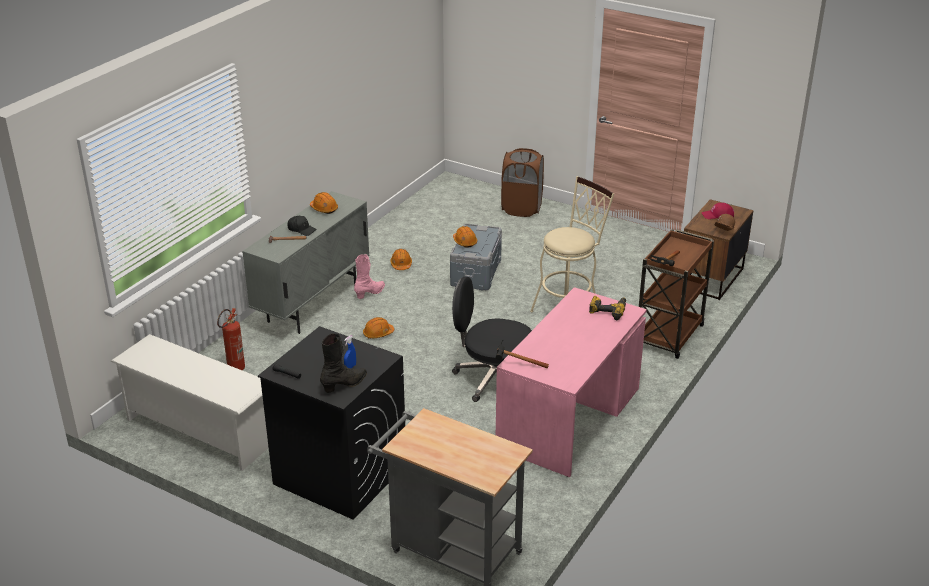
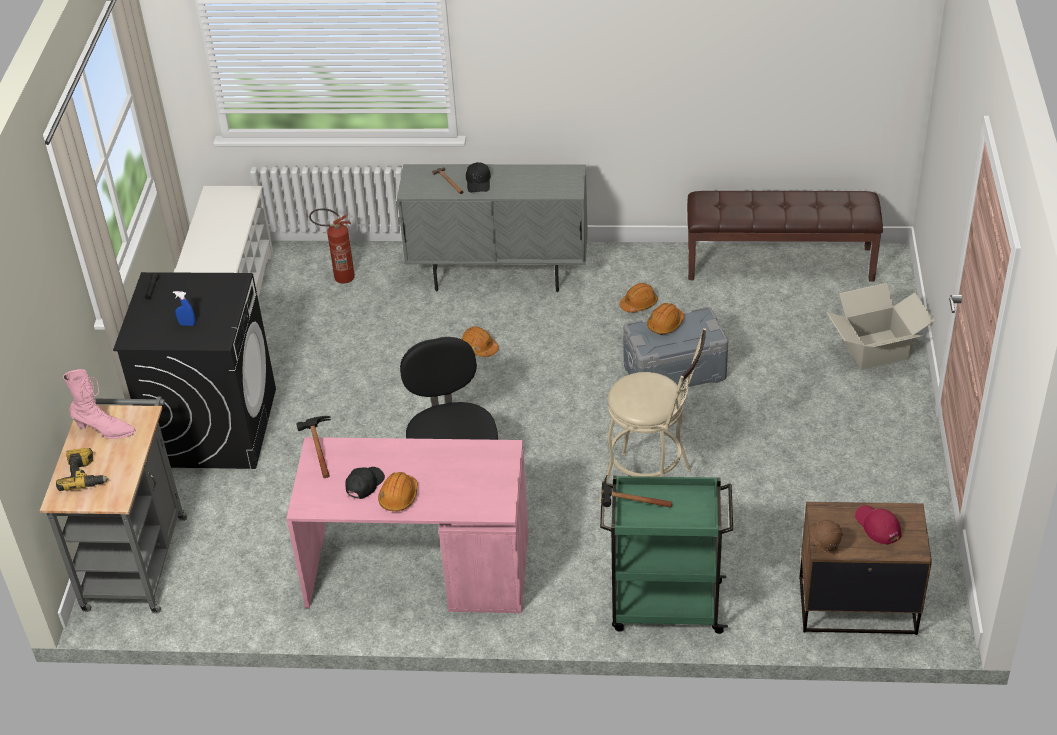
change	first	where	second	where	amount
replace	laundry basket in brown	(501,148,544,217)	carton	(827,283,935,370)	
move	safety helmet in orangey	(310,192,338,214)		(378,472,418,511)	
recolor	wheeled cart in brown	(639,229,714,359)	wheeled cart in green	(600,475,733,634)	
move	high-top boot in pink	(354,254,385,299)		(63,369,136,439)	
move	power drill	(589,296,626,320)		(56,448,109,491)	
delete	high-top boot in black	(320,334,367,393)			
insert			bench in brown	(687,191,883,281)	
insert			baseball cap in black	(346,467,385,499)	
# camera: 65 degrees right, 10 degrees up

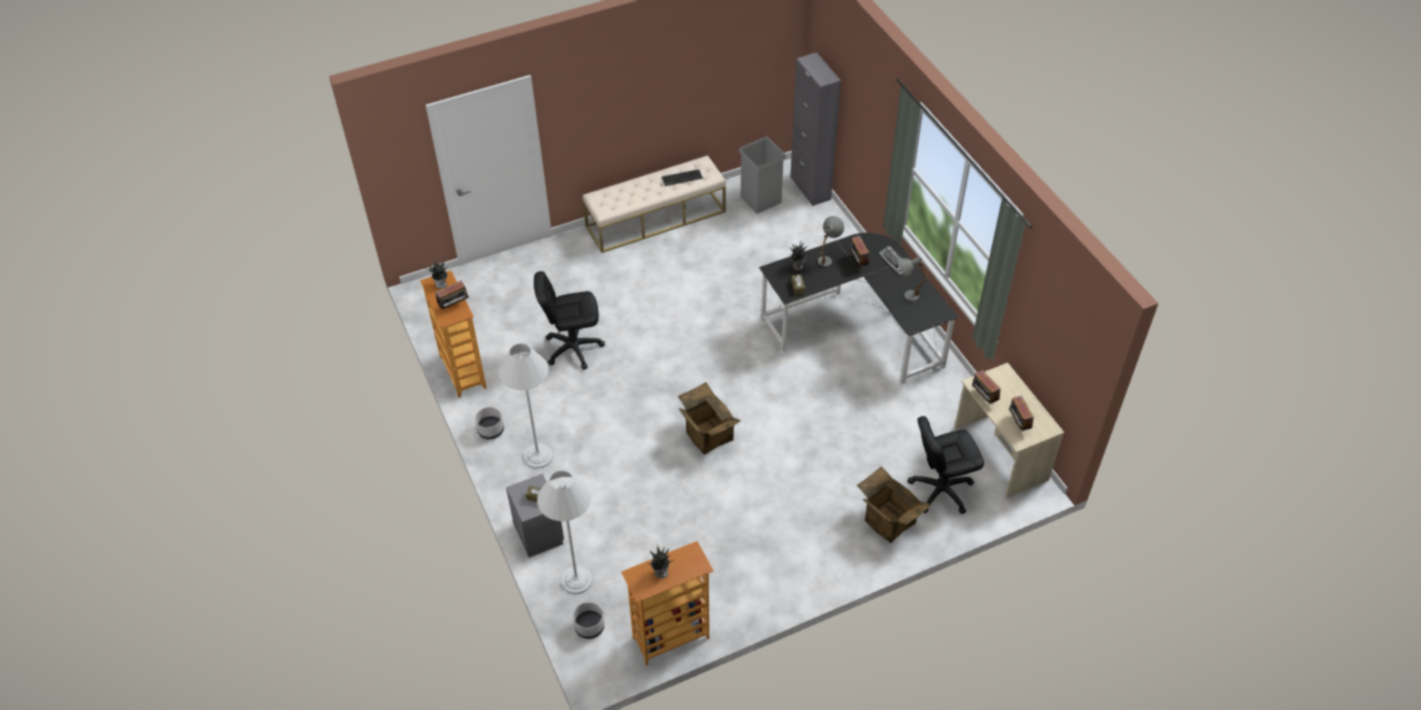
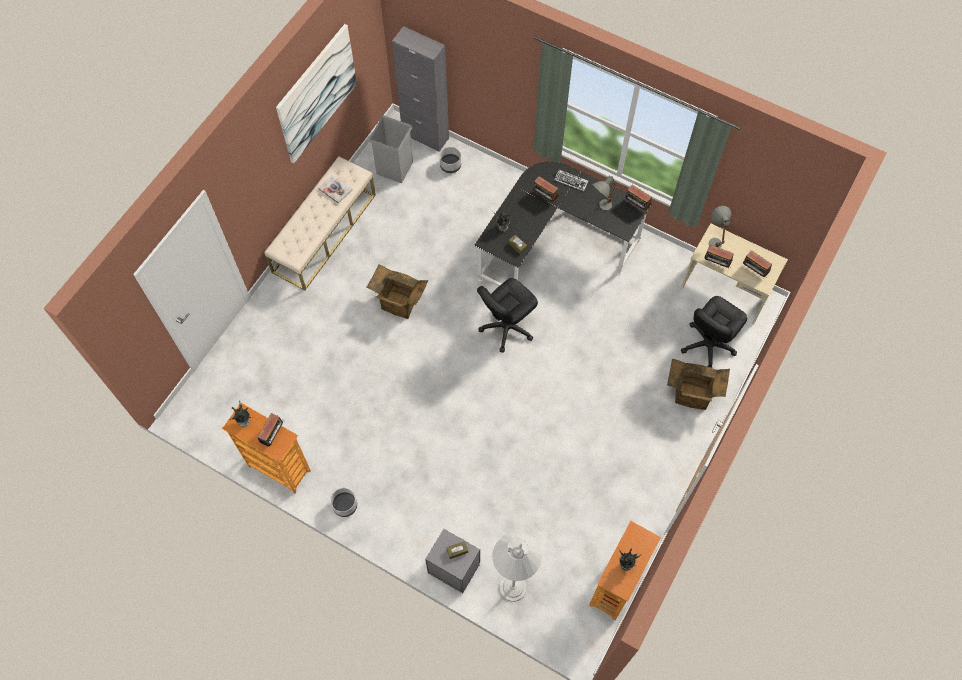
change	first	where	second	where	amount
replace	keyboard	(662,169,703,186)	bound book	(318,174,352,204)	
move	table lamp in greyish	(818,216,844,267)		(709,206,731,248)	
move	computer chair in black	(534,271,605,370)		(477,278,538,353)	
delete	floor lamp in white-coloured	(499,344,553,469)			
move	carton	(678,382,741,455)		(366,264,428,319)	
move	plant pot in greyish	(573,602,604,639)		(440,147,461,173)	
insert			picture	(276,24,357,163)	
insert			radio	(625,185,652,212)	
# camera: 35 degrees left, 15 degrees up

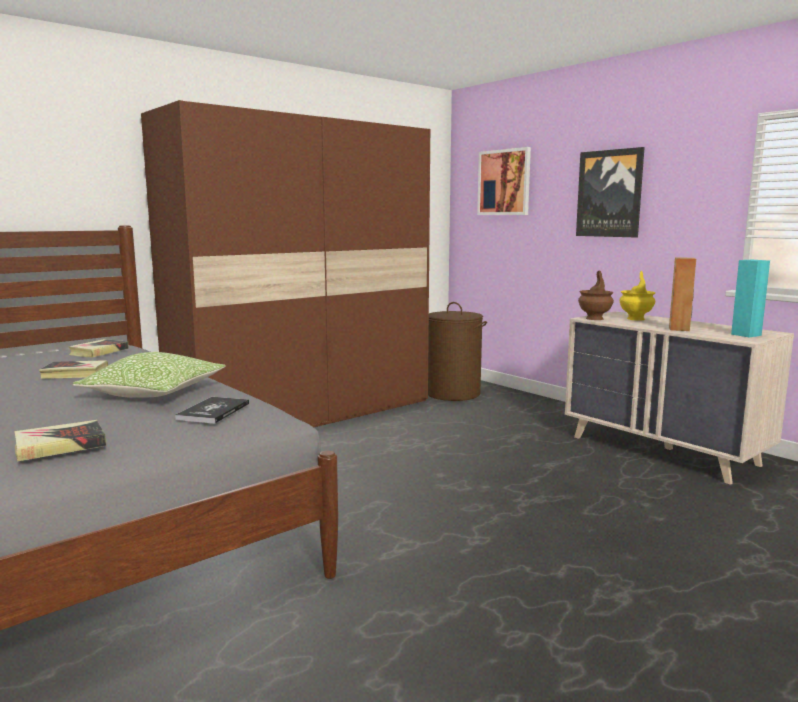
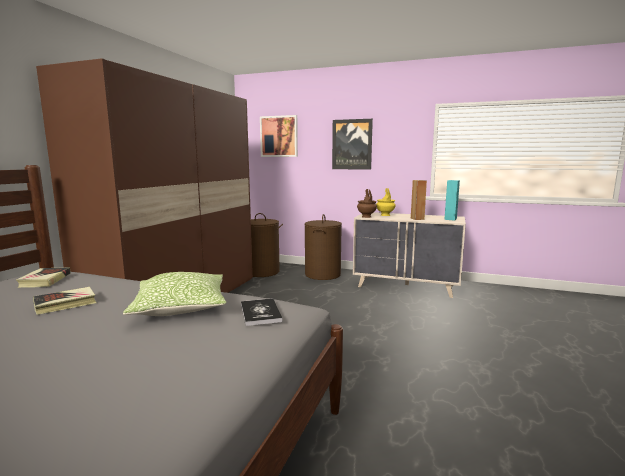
change	first	where	second	where	amount
delete	bound book	(14,420,107,462)			
insert			laundry basket in brown	(305,214,342,280)	
# camera: 30 degrees left, 0 degrees up

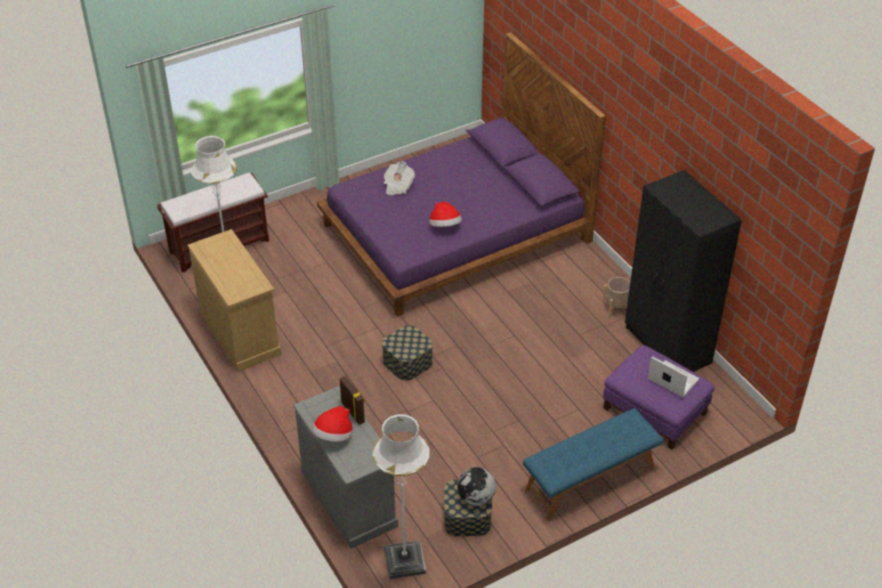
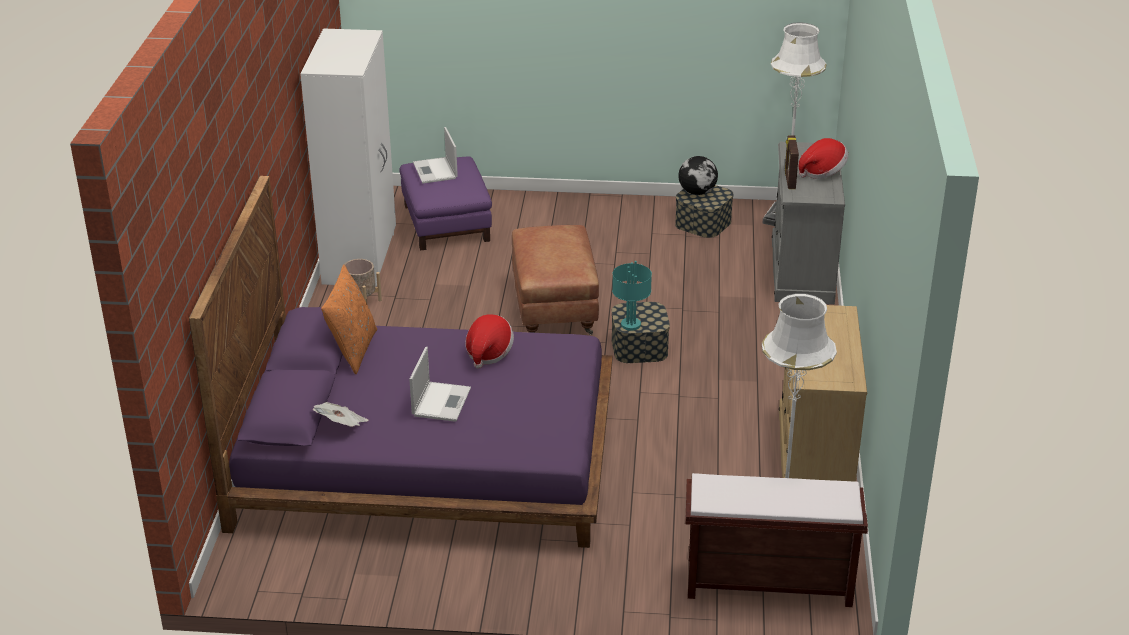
change	first	where	second	where	amount
move	newspaper	(384,161,415,195)		(312,402,369,427)	
recolor	wardrobe in black	(625,170,742,372)	wardrobe in white-coloured	(300,29,396,287)	
delete	bench in blue-coloured	(523,408,664,521)			
insert			footrest in brown	(512,225,599,335)	
insert			table lamp in turquoise	(612,261,652,331)	
insert			throw pillow in orangey	(321,265,377,374)	
insert			laptop	(409,347,471,422)	
# camera: 145 degrees left, 10 degrees down

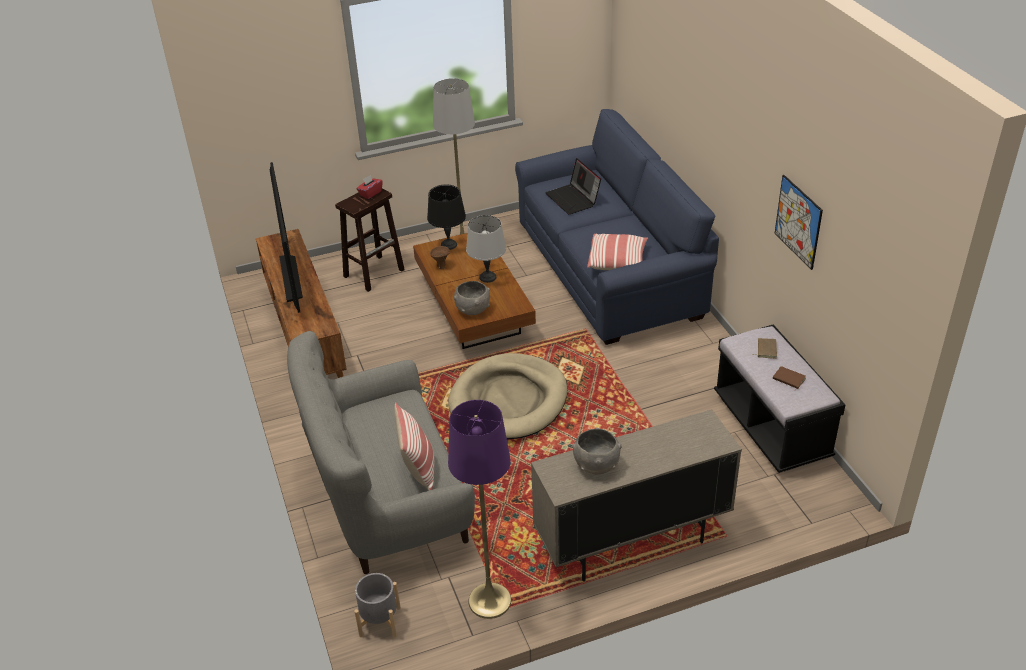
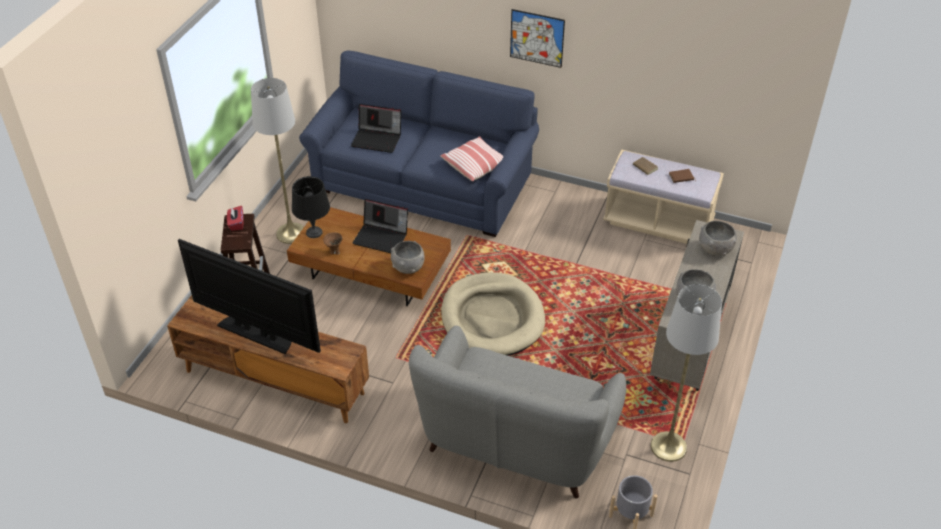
change	first	where	second	where	amount
move	picture	(775,175,823,270)		(510,9,565,68)	
replace	table lamp in greyish	(466,215,506,283)	laptop	(353,199,408,253)	
recolor	bench in black	(714,324,845,473)	bench in beige	(603,149,724,244)	
recolor	floor lamp in purple-coloured	(448,400,511,619)	floor lamp in greyish	(651,284,722,462)	
delete	throw pillow	(394,402,434,491)			
insert			deep dish in greyish	(698,220,737,256)	
# camera: 50 degrees left, 5 degrees up

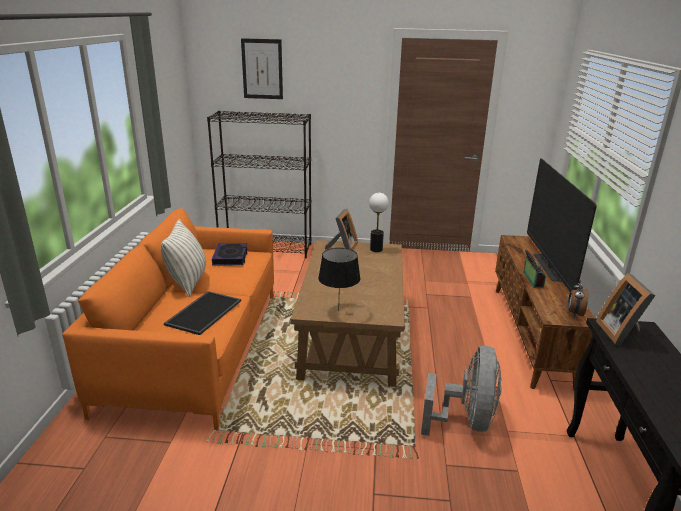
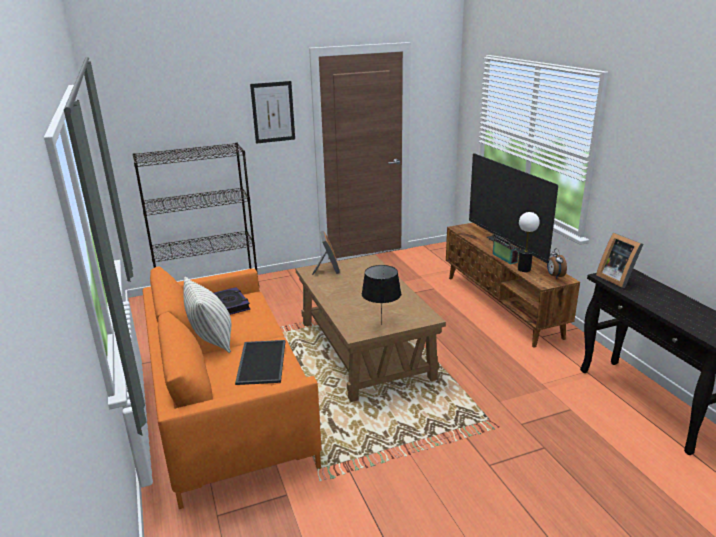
change	first	where	second	where	amount
move	picture	(241,38,283,99)		(250,81,295,144)	
move	table lamp	(369,193,389,252)		(518,212,540,272)	
delete	fan in greyish	(421,346,502,436)			
# camera: 25 degrees left, 0 degrees up

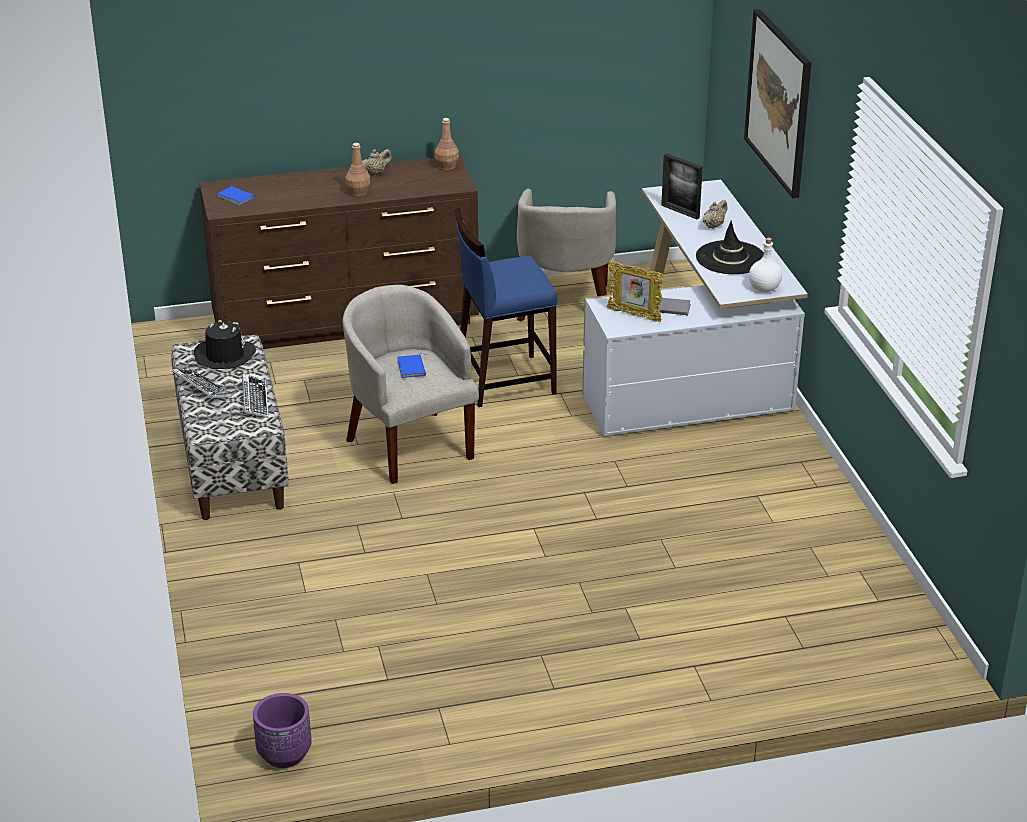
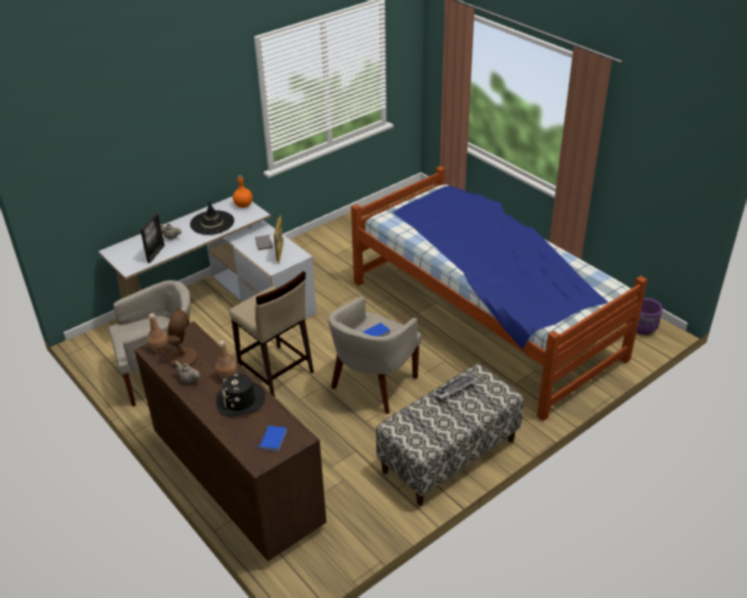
change	first	where	second	where	amount
delete	picture	(744,9,812,198)			
recolor	stool in blue-coloured	(455,208,558,407)	stool in beige	(229,271,314,397)	
recolor	beverage bottle in white-coloured	(749,238,782,292)	beverage bottle in orangey	(233,175,253,208)	
move	clothing hat in black	(194,320,256,369)		(216,374,265,416)	
delete	keyboard	(172,369,232,398)			
insert			bedroom bed	(351,166,647,421)	
insert			table lamp in brown	(167,308,198,367)	
# camera: 115 degrees left, 5 degrees up

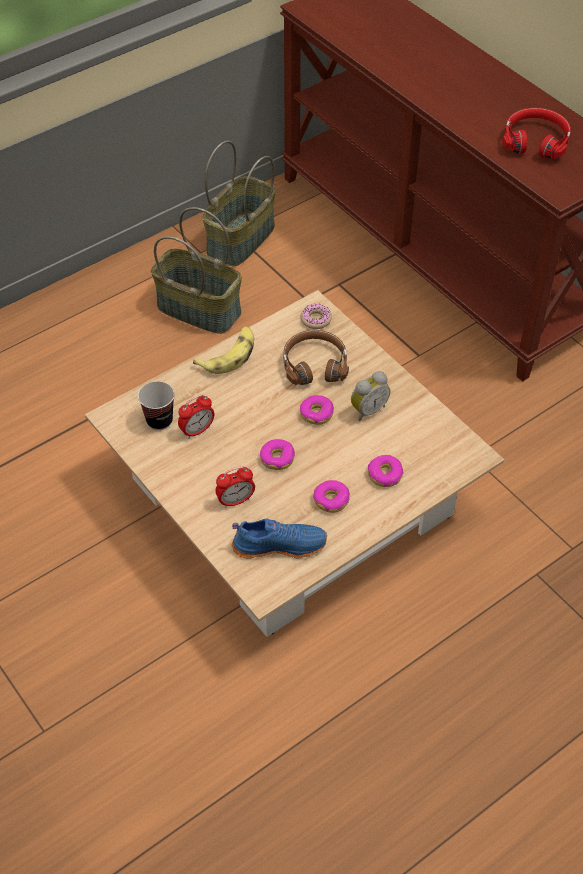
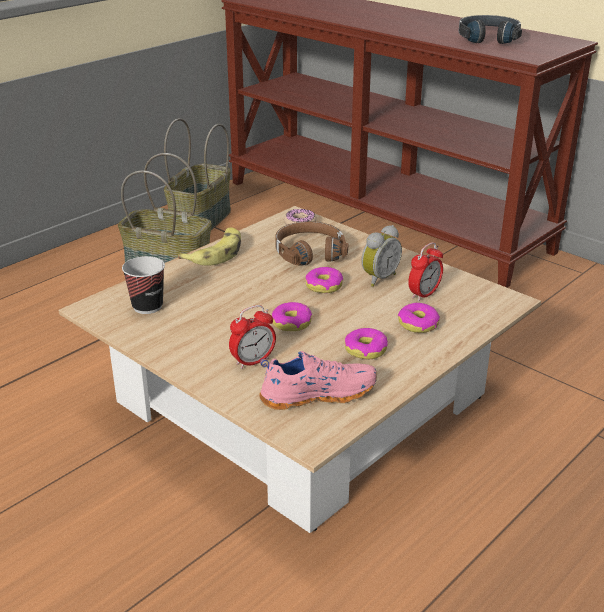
change	first	where	second	where	amount
recolor	headset in red	(503,108,571,159)	headset in black	(459,15,522,44)	
move	alarm clock	(178,395,214,439)		(408,242,443,301)	
recolor	low shoe in blue-coloured	(232,519,327,559)	low shoe in pink	(259,351,377,410)	
# camera: 10 degrees left, 20 degrees down

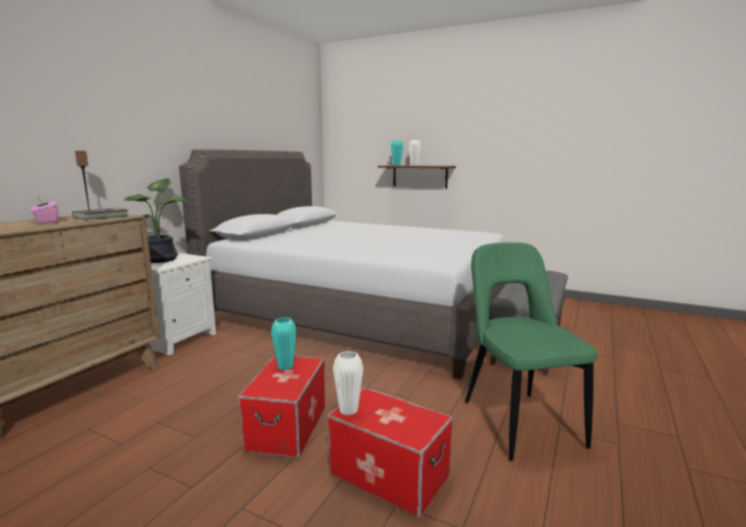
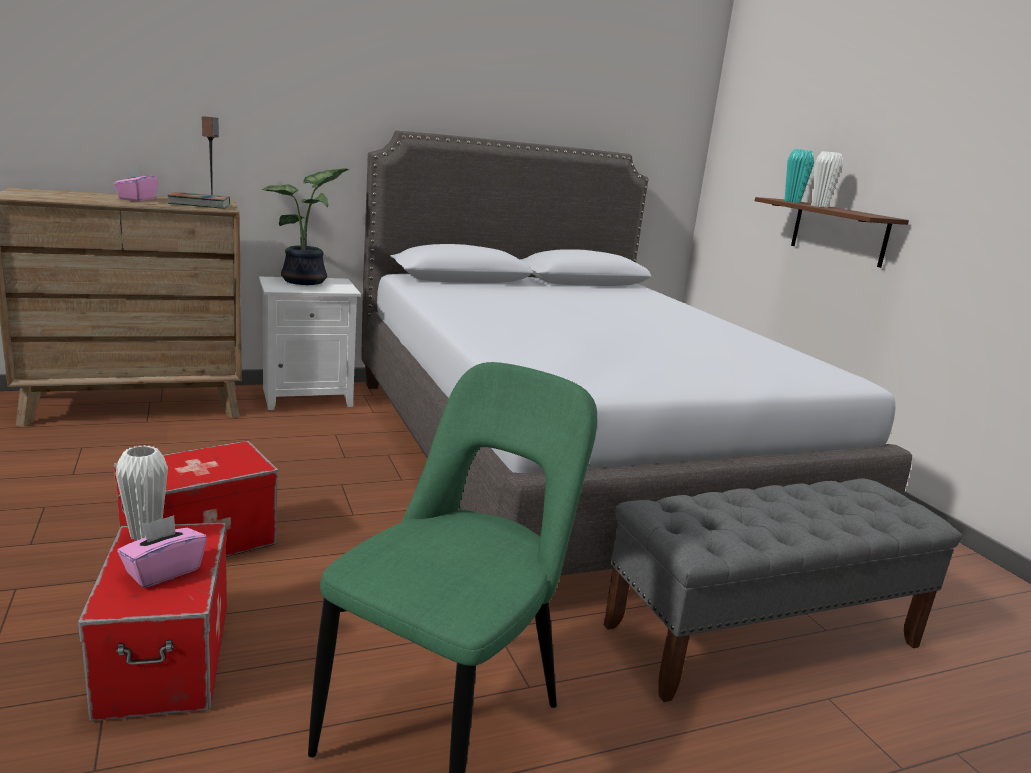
change	first	where	second	where	amount
delete	vase in turquoise	(271,317,297,370)			
insert			box of tissues in pink	(117,515,207,588)	
# camera: 40 degrees right, 5 degrees up

